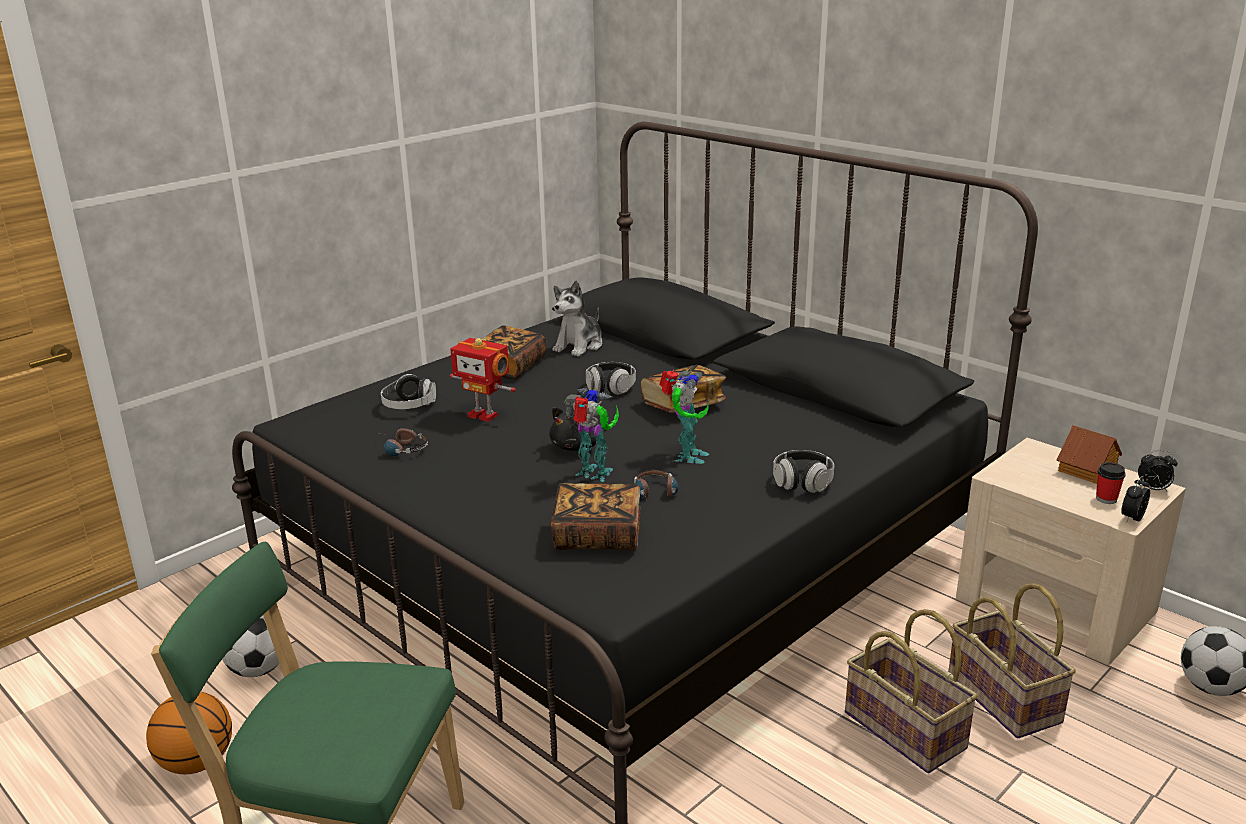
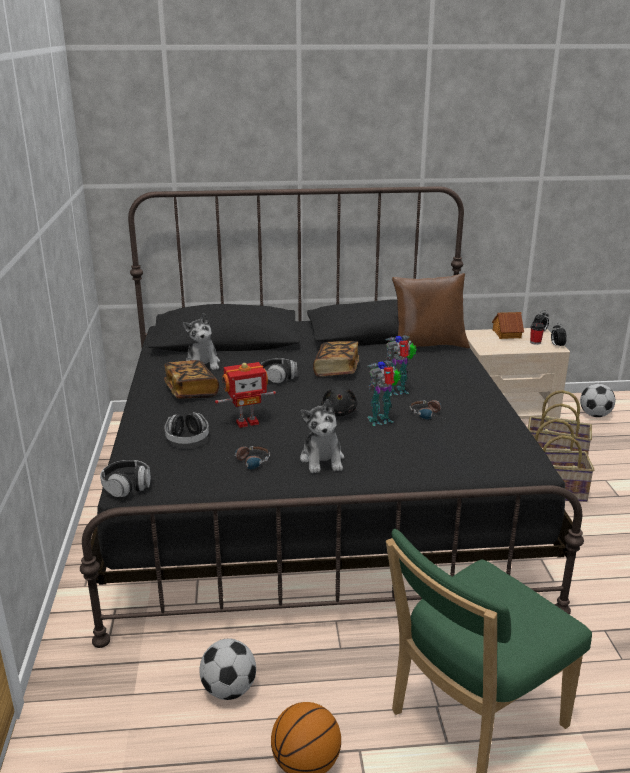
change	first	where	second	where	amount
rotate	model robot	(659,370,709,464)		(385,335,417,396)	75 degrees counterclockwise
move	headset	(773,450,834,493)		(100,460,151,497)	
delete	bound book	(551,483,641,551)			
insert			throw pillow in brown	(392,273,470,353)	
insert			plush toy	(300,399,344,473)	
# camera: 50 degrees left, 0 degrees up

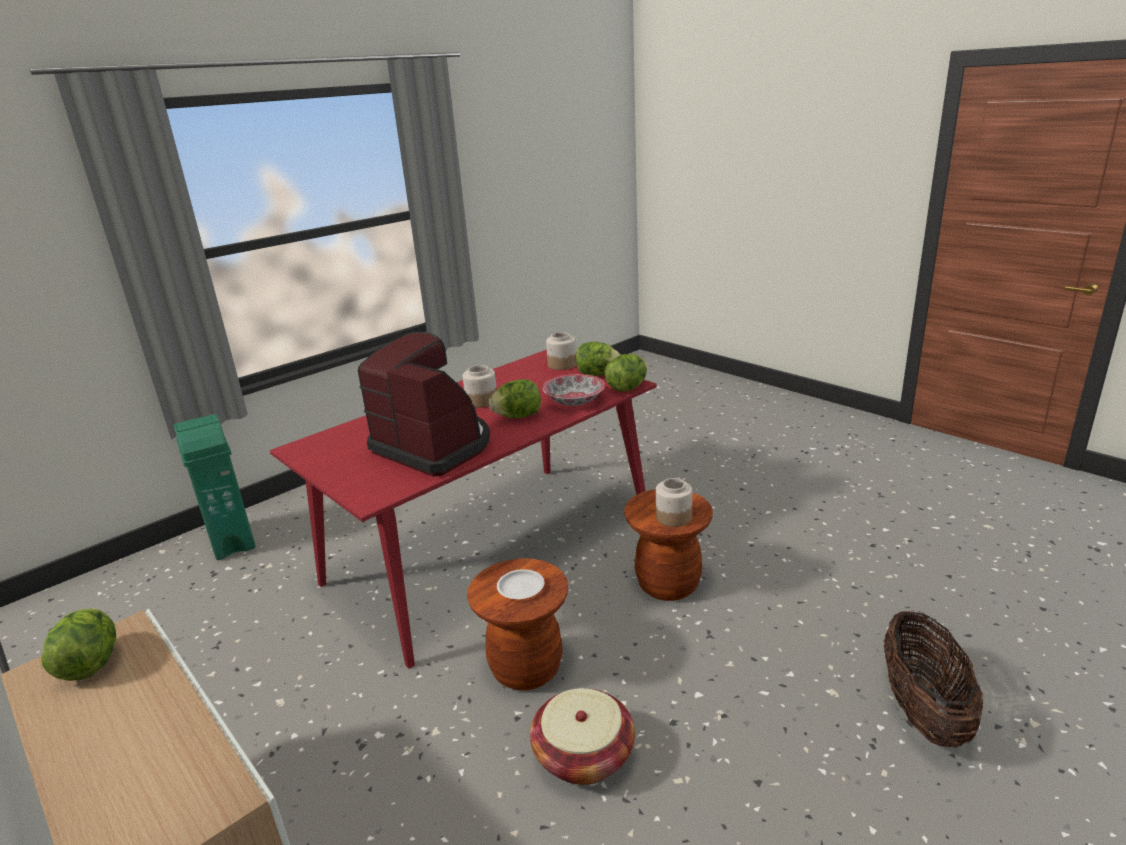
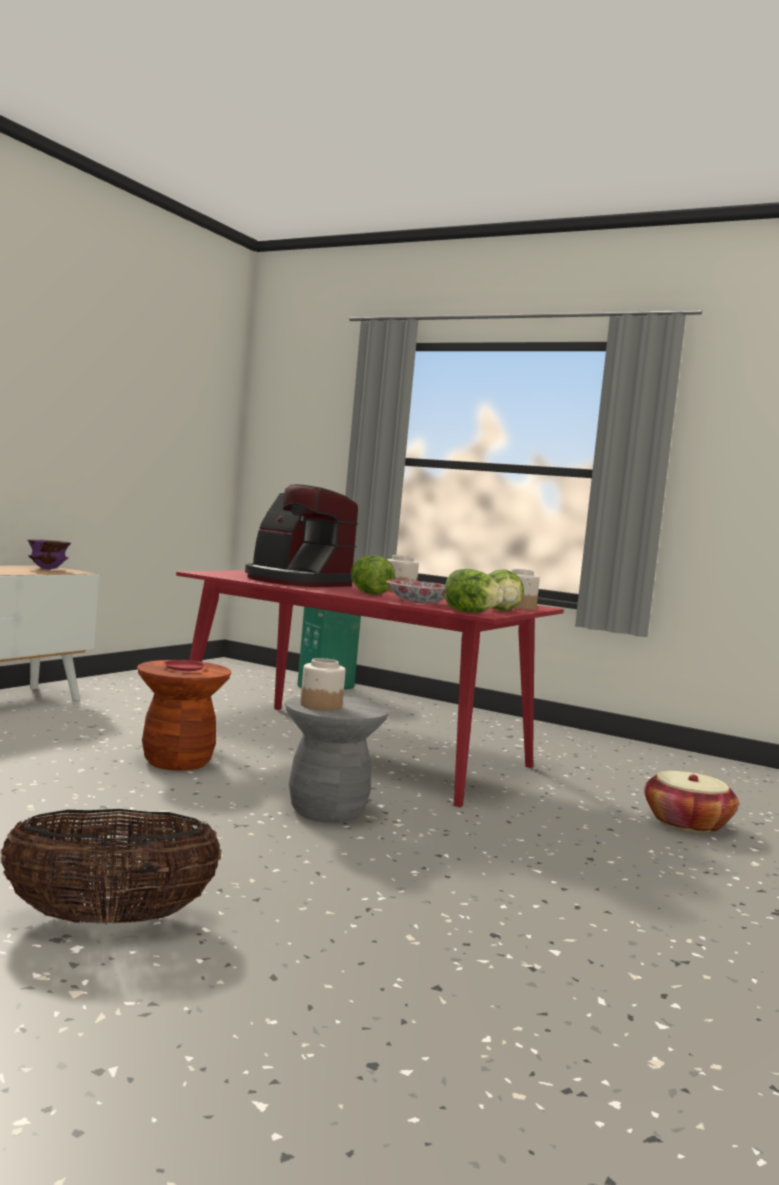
change	first	where	second	where	amount
rotate	coffee brewer	(358,332,490,477)		(245,484,358,587)	105 degrees clockwise
recolor	stool in brown	(624,489,713,601)	stool in greyish	(285,696,389,823)	
recolor	plate in white-coloured	(497,569,544,599)	plate in red	(163,660,207,671)	
replace	head of lettuce	(41,608,116,681)	deep dish in purple-coloured	(27,539,71,570)	
move	basket	(530,688,635,785)		(644,771,738,833)	
# camera: 70 degrees right, 20 degrees down

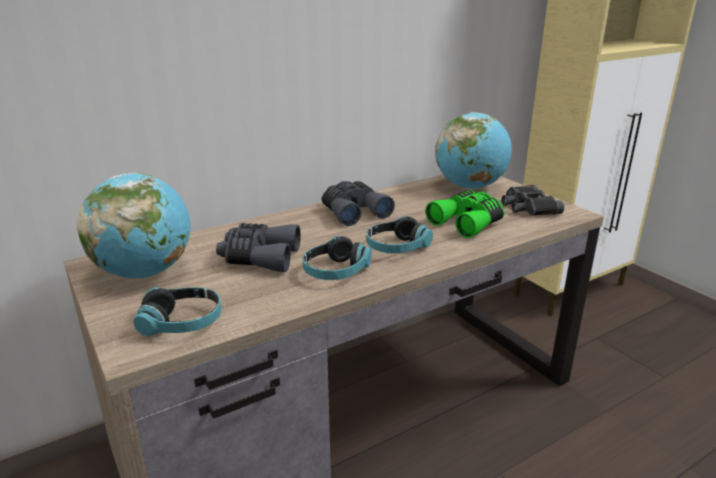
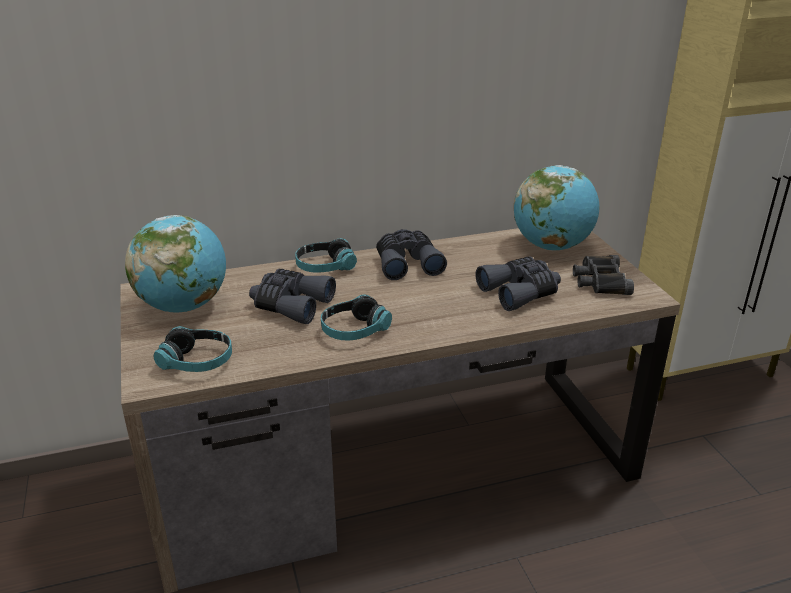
change	first	where	second	where	amount
recolor	pair of binoculars in green	(425,190,505,238)	pair of binoculars in greyish	(475,256,561,311)	
move	headset	(366,216,433,254)		(295,238,357,273)	
# camera: 15 degrees right, 5 degrees up

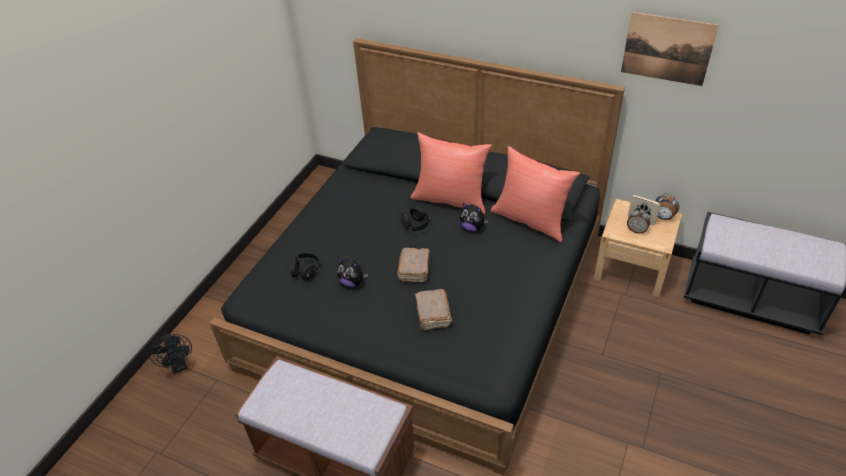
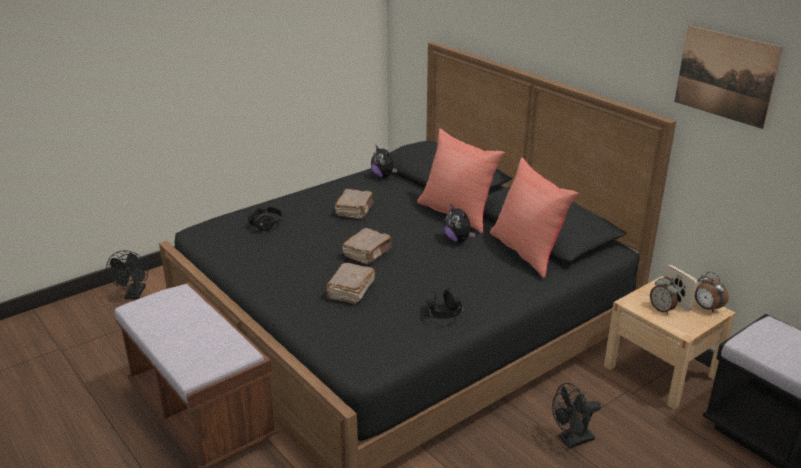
change	first	where	second	where	amount
move	headset in black	(400,206,430,231)		(426,288,463,319)	
move	plush toy	(337,258,368,287)		(371,144,397,178)	
insert			bound book in brown	(335,189,373,219)	
insert			fan in black	(552,383,601,448)	
# camera: 25 degrees right, 15 degrees down

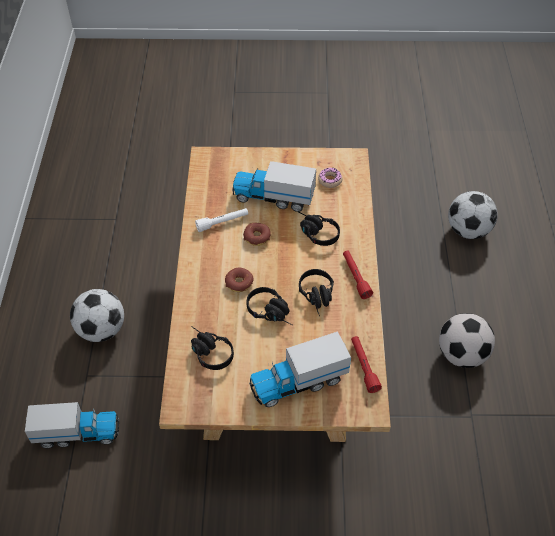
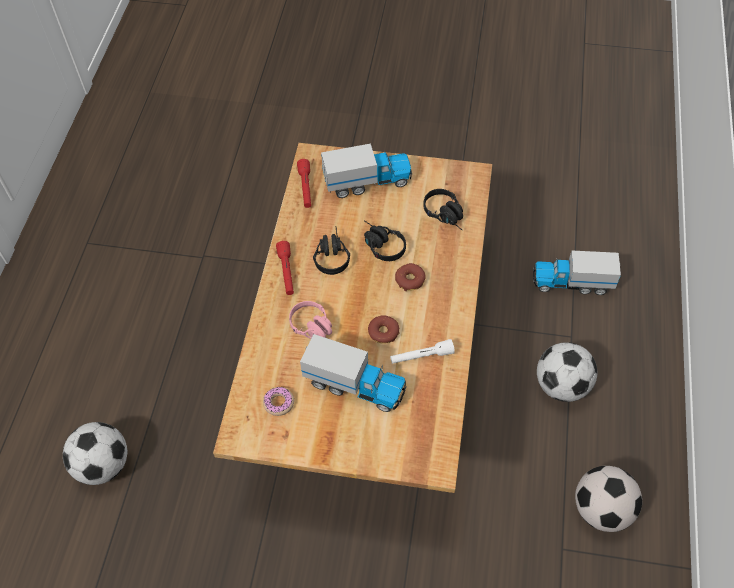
change	first	where	second	where	amount
recolor	headset in black	(299,212,340,246)	headset in pink	(289,301,332,339)	
move	ball for football	(439,313,495,368)		(575,466,642,532)	
# camera: 170 degrees left, 5 degrees up

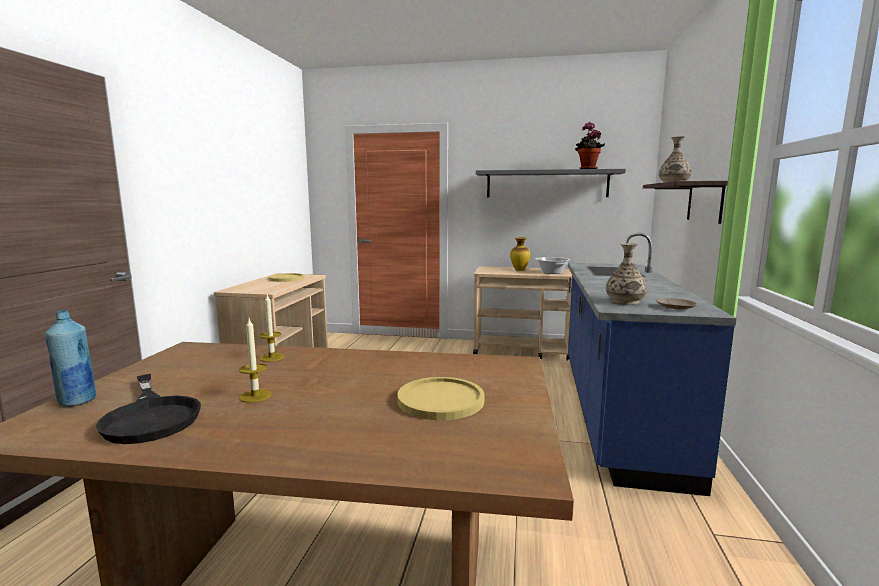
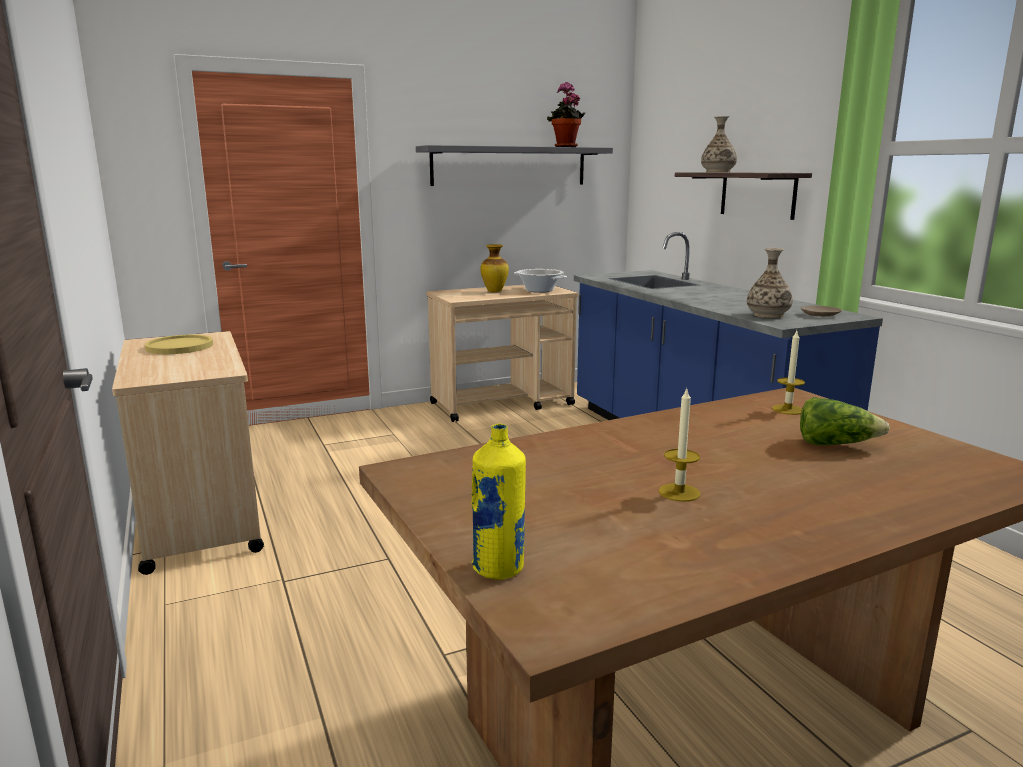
change	first	where	second	where	amount
move	candle	(259,295,285,362)		(772,331,805,415)	
recolor	beverage bottle in blue-coloured	(45,310,97,407)	beverage bottle in yellow-coloured	(471,423,526,580)	
delete	frying pan in black	(96,374,201,444)			
replace	plate in yellow-coloured	(397,377,485,420)	head of lettuce	(800,397,890,445)	
# camera: 35 degrees left, 5 degrees up

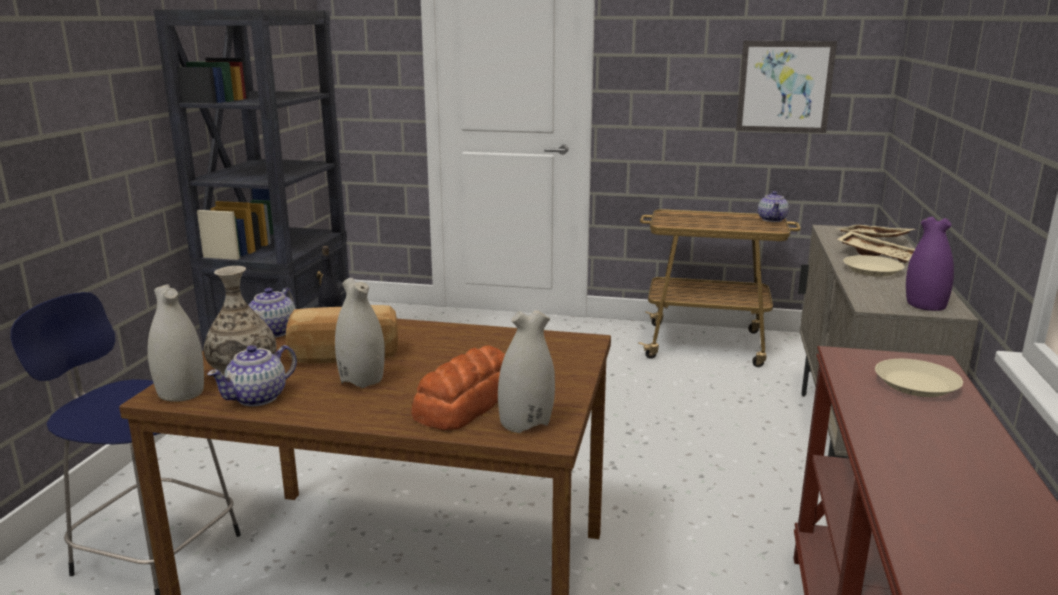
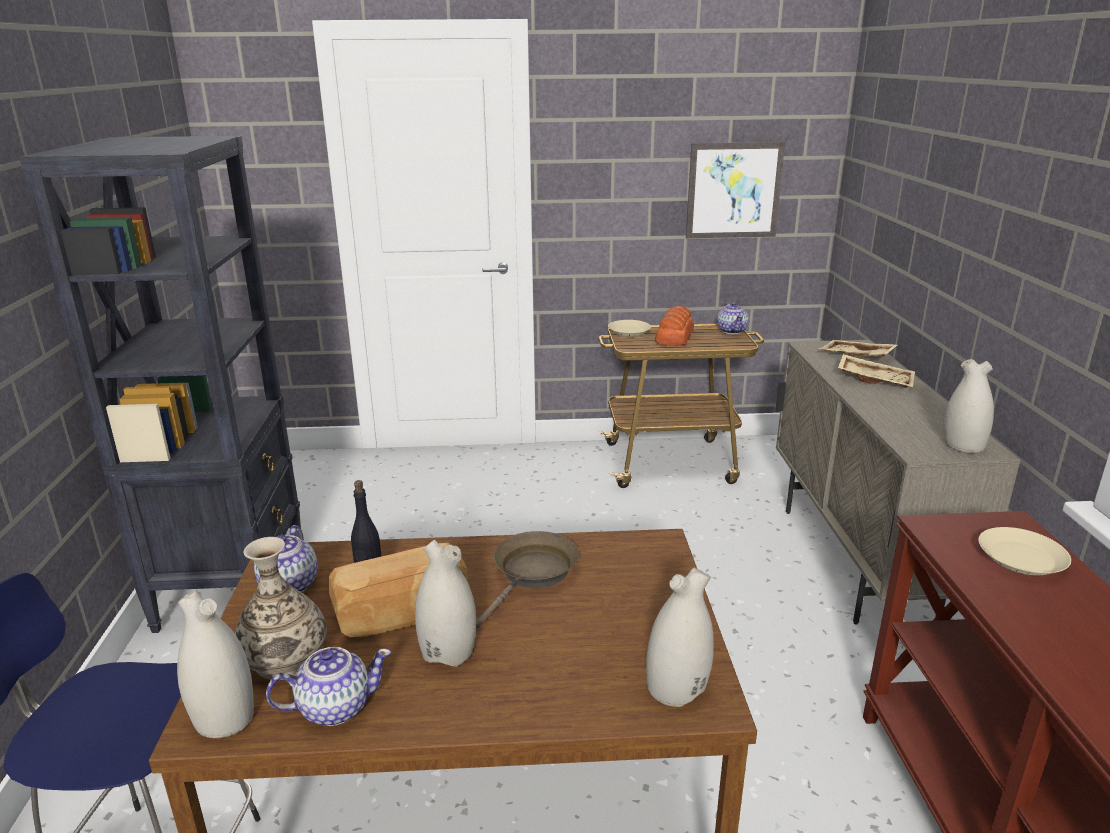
change	first	where	second	where	amount
recolor	vase in purple-coloured	(906,217,954,311)	vase in white-coloured	(944,359,994,453)	
move	plate in beige	(843,255,905,277)		(608,320,651,337)	
rotate	tea pot	(207,345,297,406)		(266,647,391,726)	135 degrees counterclockwise
move	baked bread	(411,345,505,430)		(655,306,694,346)	
insert			frying pan in brown	(476,531,579,629)	
# camera: 15 degrees left, 5 degrees up

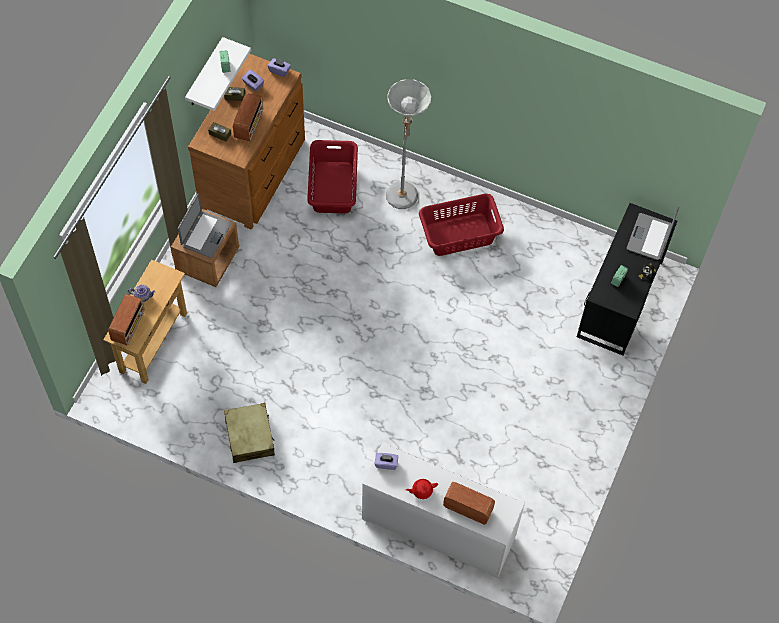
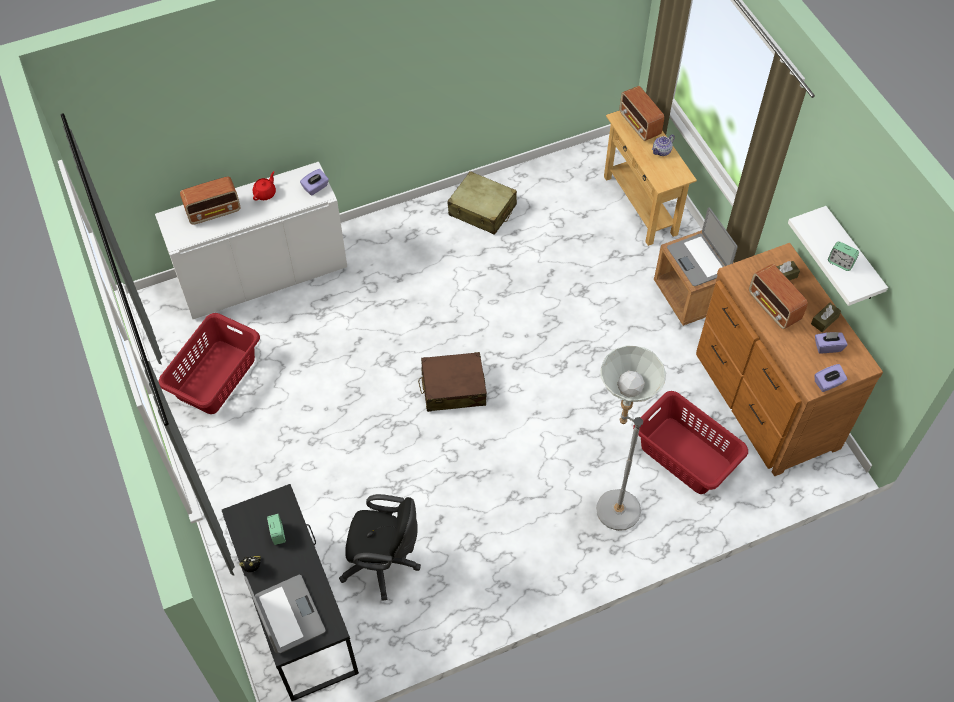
change	first	where	second	where	amount
move	laundry basket in red	(419,193,504,256)		(159,313,260,414)	
insert			piece of luggage in brown	(418,352,487,412)	
insert			computer chair in black	(339,494,421,601)	
# camera: 135 degrees right, 5 degrees down

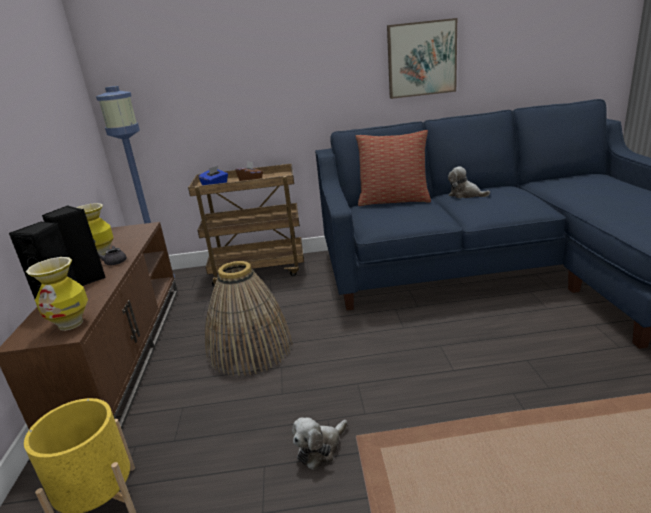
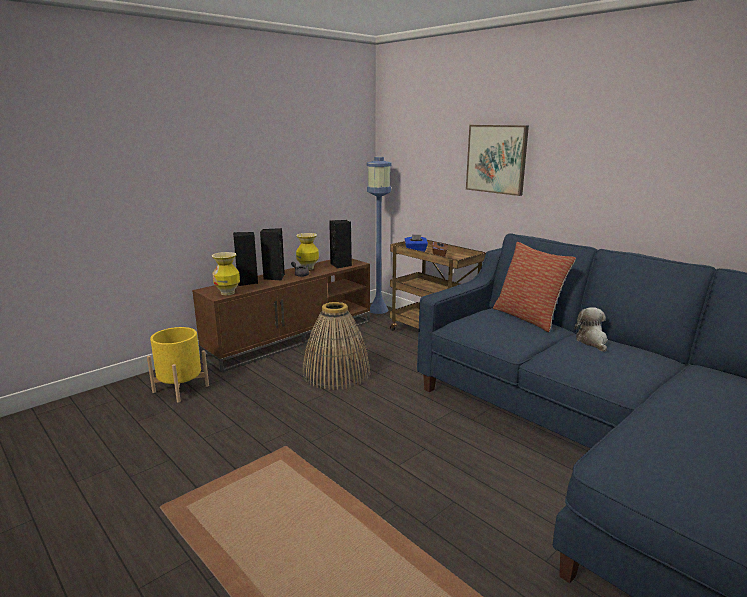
change	first	where	second	where	amount
move	picture	(387,18,457,99)		(466,125,529,196)	
delete	plush toy	(292,417,348,470)			
insert			audio speaker in black	(329,220,352,269)	
# camera: 50 degrees right, 5 degrees down

